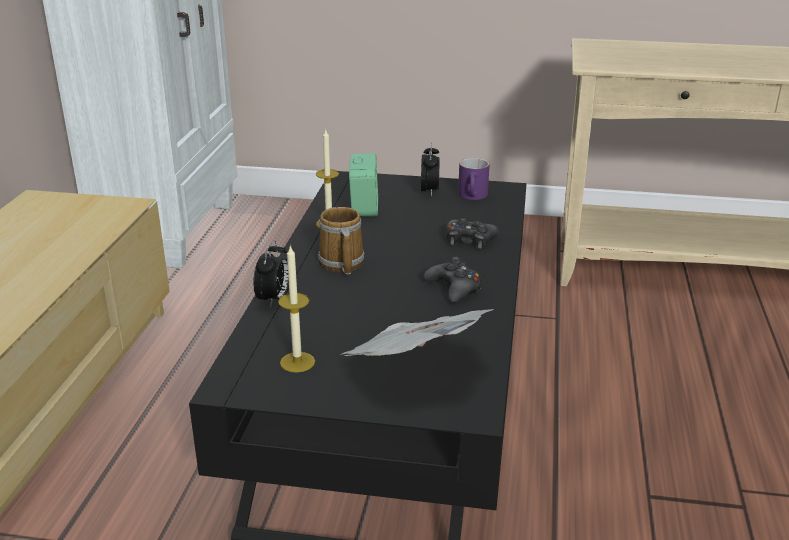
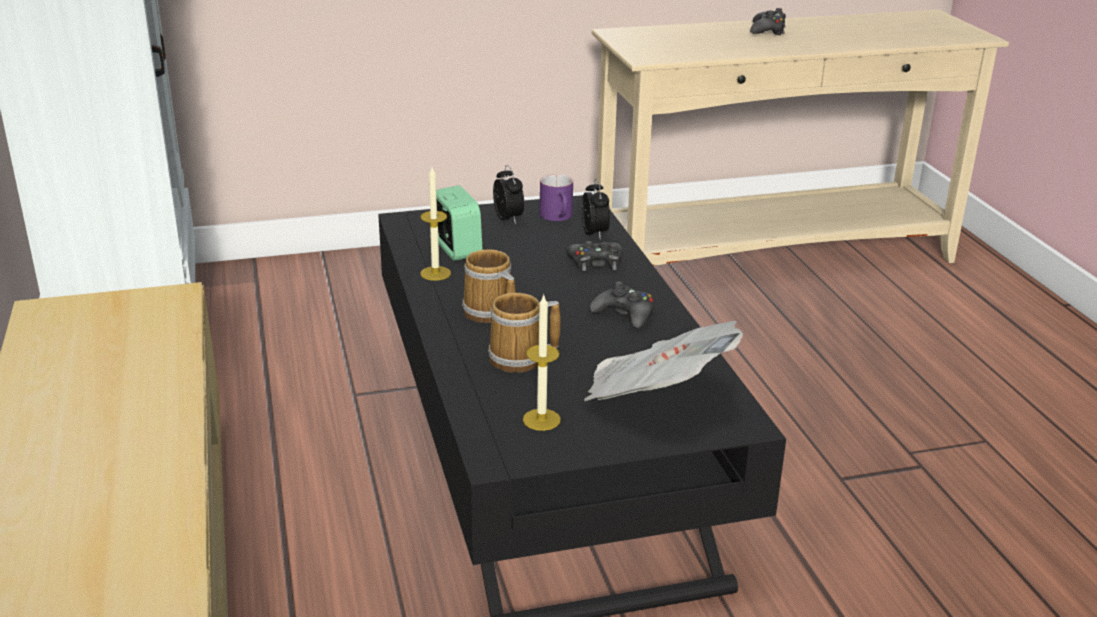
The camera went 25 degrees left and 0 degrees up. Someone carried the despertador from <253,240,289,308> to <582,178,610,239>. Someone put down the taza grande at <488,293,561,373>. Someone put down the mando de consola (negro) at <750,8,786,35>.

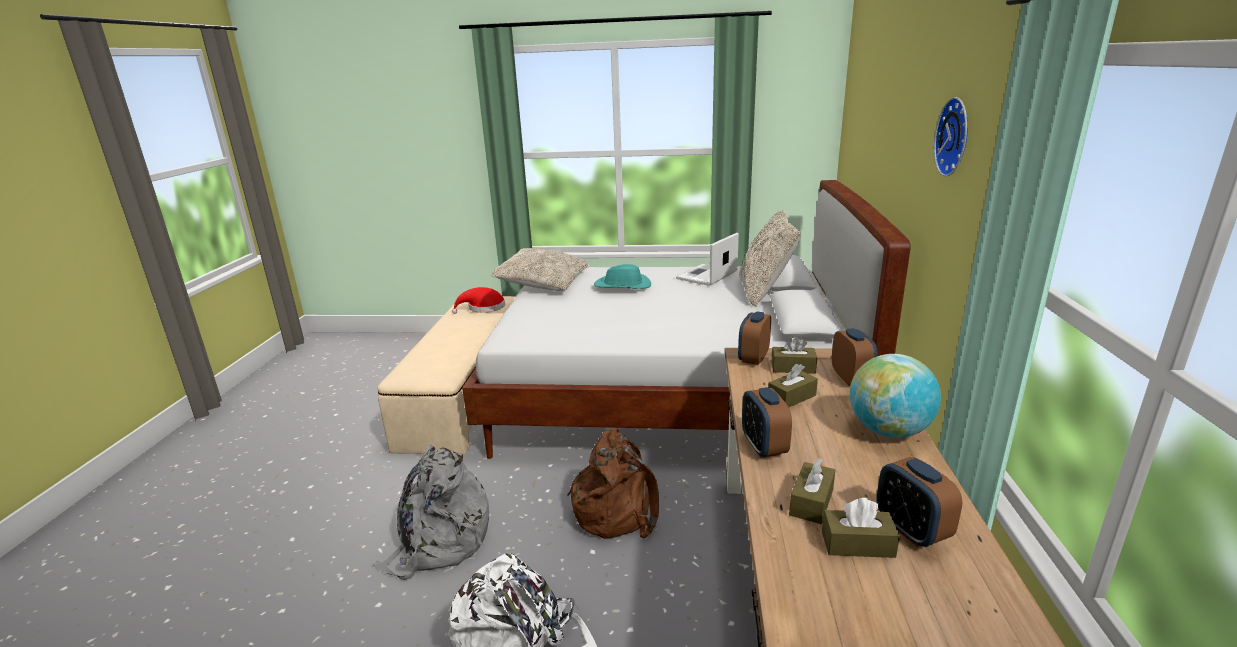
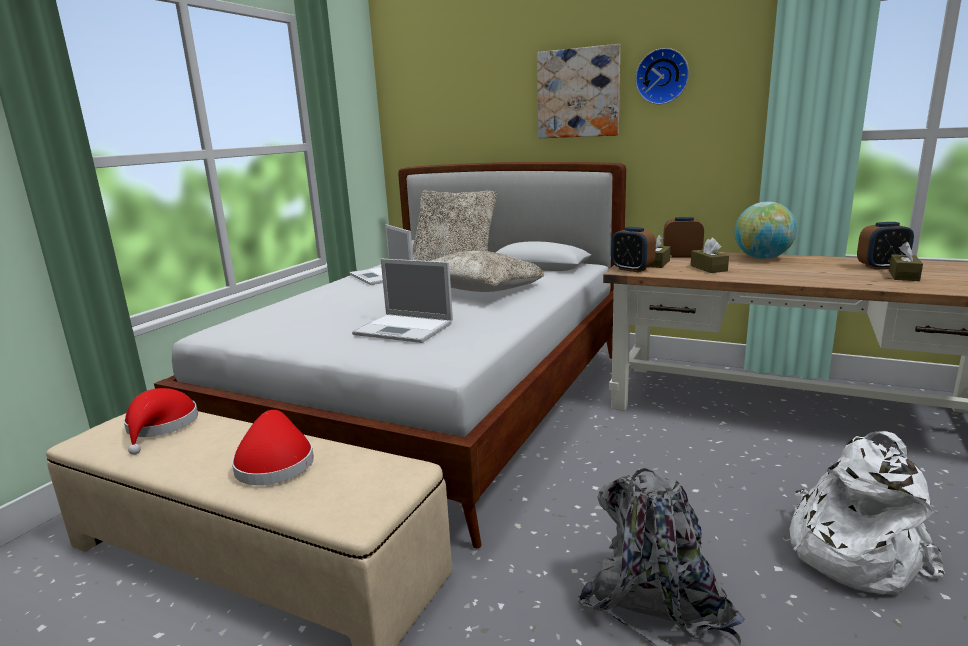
The camera went 70 degrees left and 5 degrees down. Someone carried the cojín (beis) from <492,248,590,291> to <430,251,544,292>. Someone took away the mochila (marrón) at <567,428,659,539>. Someone took away the sombrero (turquesa) at <594,264,651,289>. Someone took away the despertador at <742,387,792,458>. Someone took away the caja de pañuelos (marrón) at <789,458,835,524>. Someone put down the sombrero (rojo) at <232,410,314,485>. Someone put down the portátil at <352,259,453,343>. Someone put up the cuadro at <537,44,621,138>.

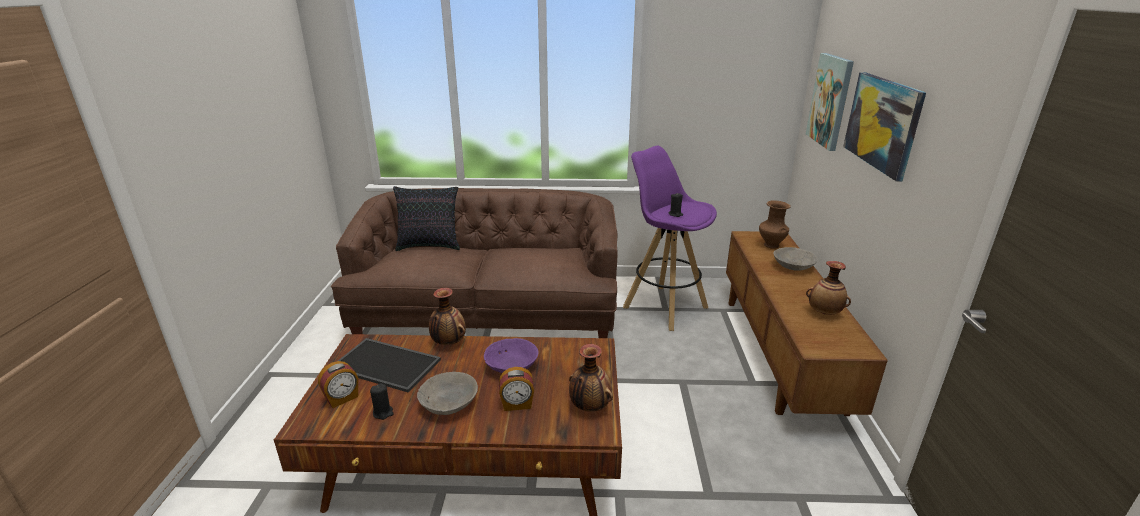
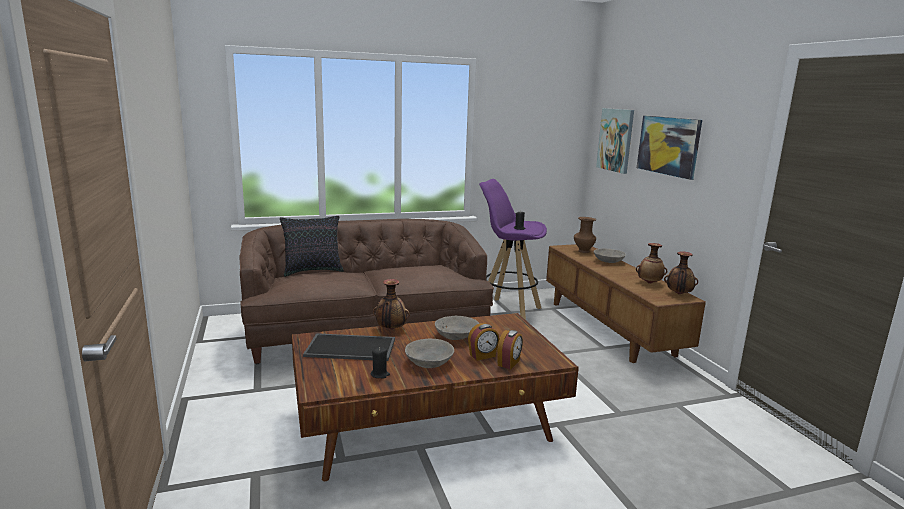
The camera went 20 degrees left and 10 degrees down. Someone carried the despertador from <318,361,358,408> to <497,330,523,369>. Someone repainted the cuenco (morado) at <484,338,539,373>, which became the cuenco (gris) at <435,316,479,340>. Someone carried the florero from <569,344,613,412> to <664,251,698,294>.

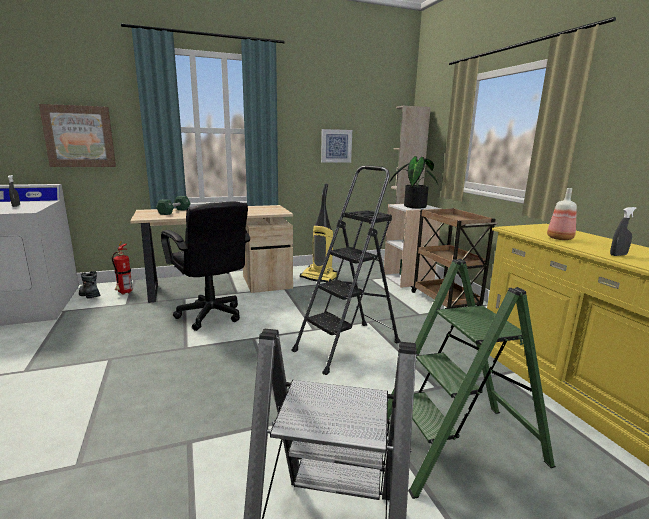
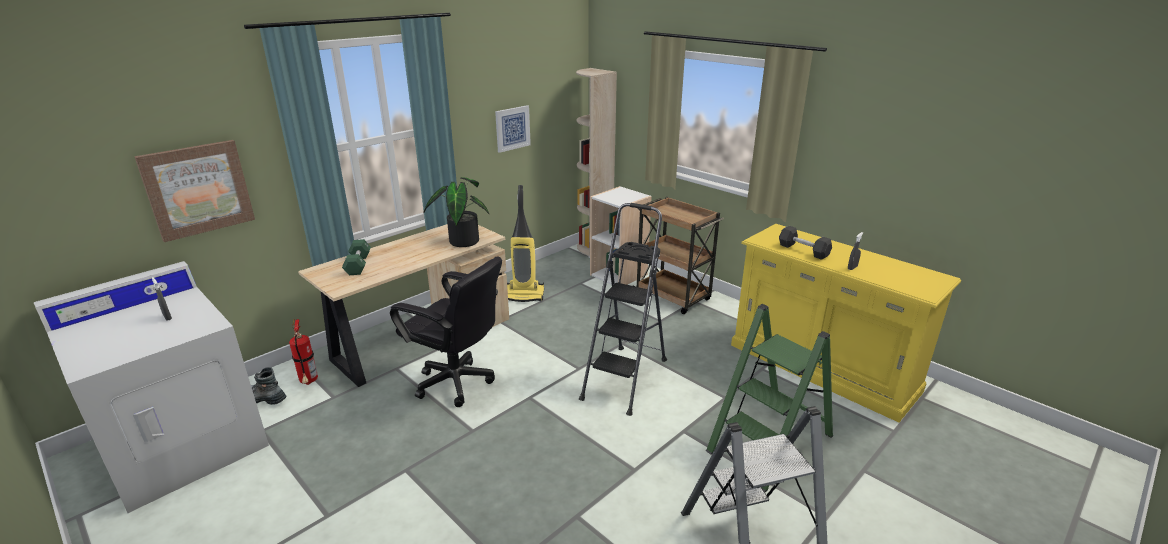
The camera went 25 degrees left and 10 degrees up. Someone carried the planta en maceta from <389,156,439,208> to <423,177,490,247>. Someone swapped the botella at <547,188,577,240> for the mancuerna (gris) at <779,226,832,260>.

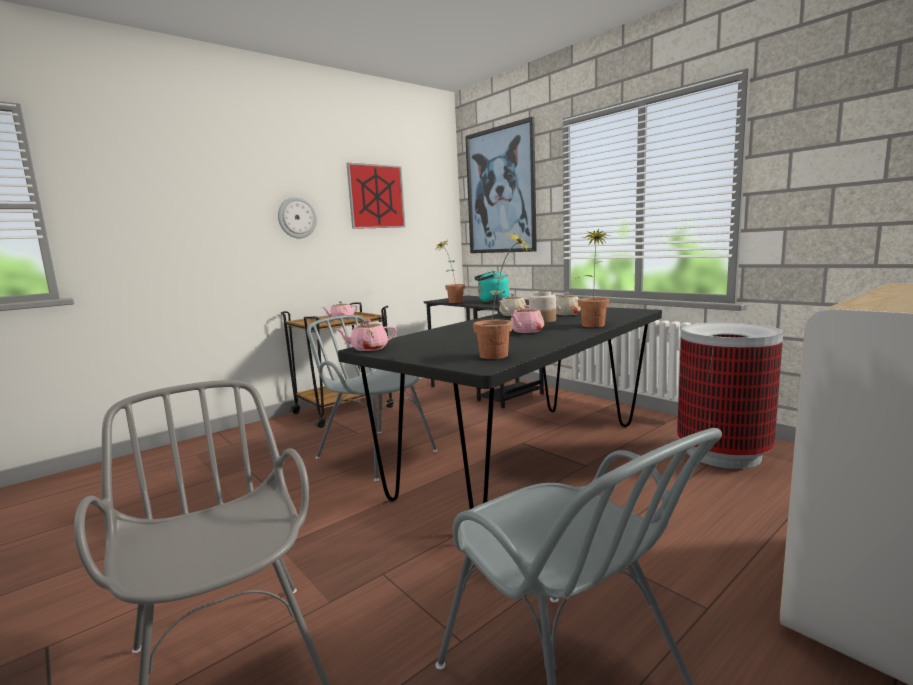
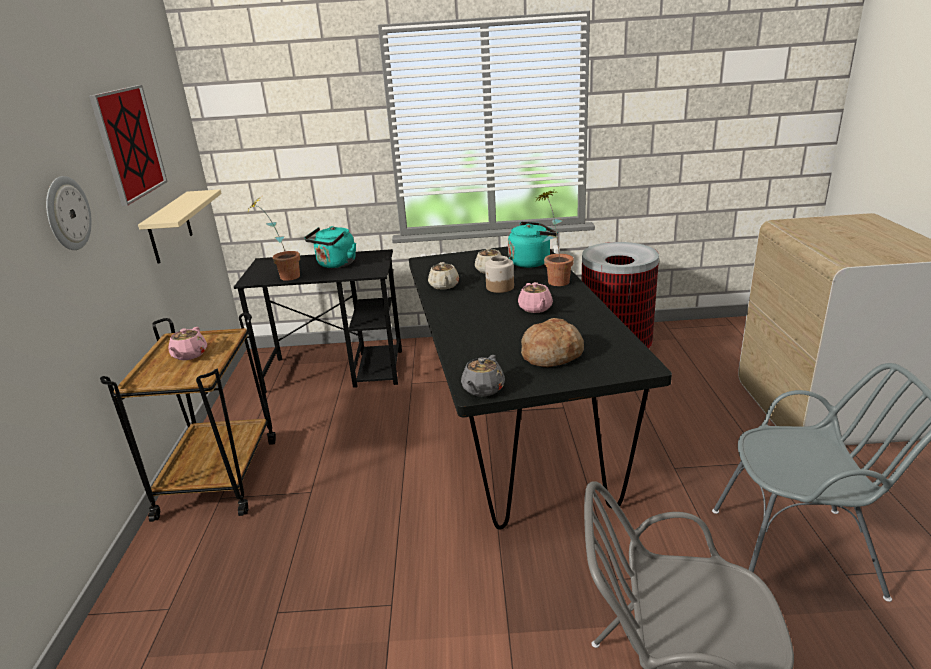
The camera went 50 degrees left and 15 degrees up. Someone took away the silla (gris) at <307,315,438,482>. Someone repainted the tetera (rosa) at <336,320,397,351>, which became the tetera (gris) at <461,355,505,397>. Someone took away the cuadro at <465,117,537,253>. Someone took away the planta en maceta at <473,231,533,359>. Someone put up the estante (beis) at <138,189,222,264>. Someone put down the hervidor (turquesa) at <508,222,558,268>. Someone put down the pan at <521,318,584,367>.

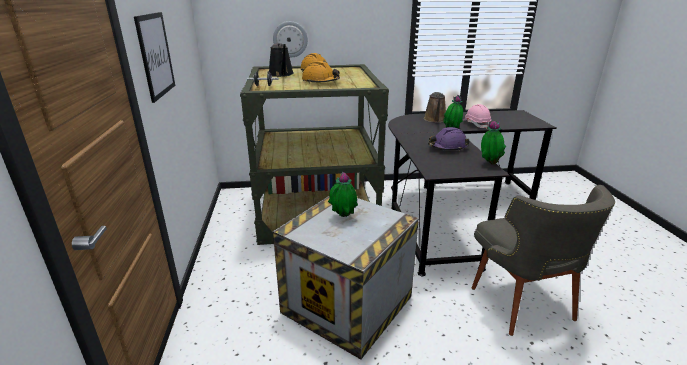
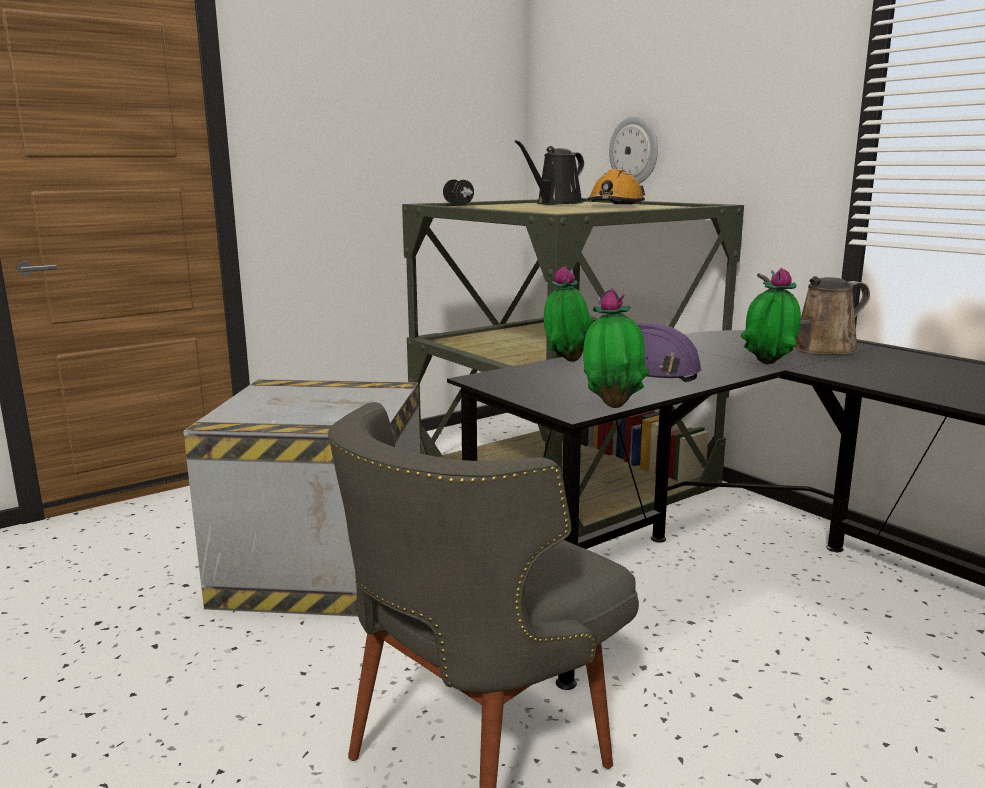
The camera went 60 degrees right and 10 degrees down. Someone took away the cuadro at <134,12,175,103>. Someone took away the casco (naranja) at <302,61,340,83>. Someone carried the planta en maceta from <328,172,358,217> to <544,266,593,362>. Someone took away the casco (rosa) at <463,104,491,129>.

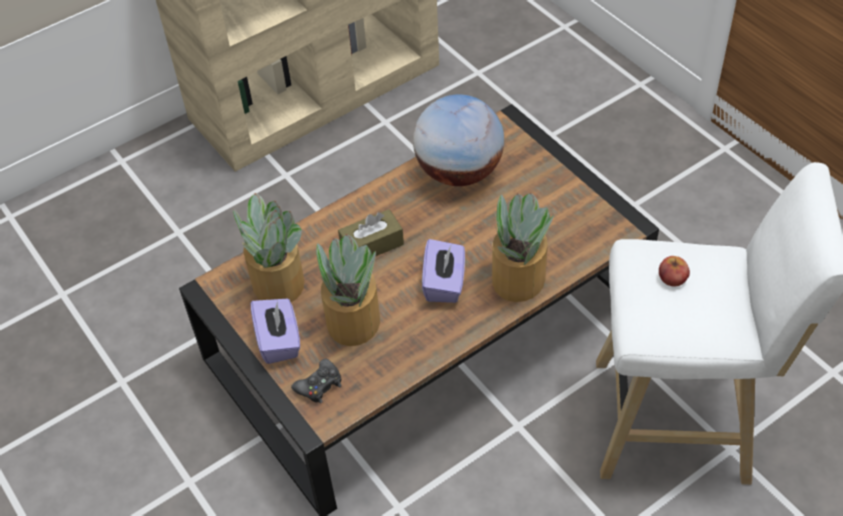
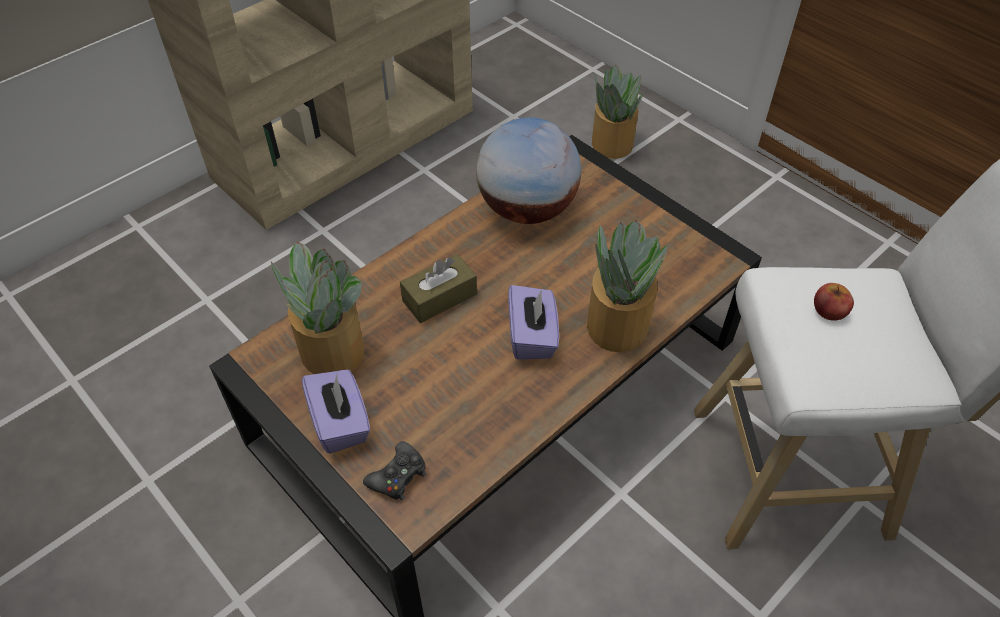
The camera went 10 degrees left and 0 degrees up. Someone carried the planta en maceta from <316,234,380,346> to <592,65,643,159>.

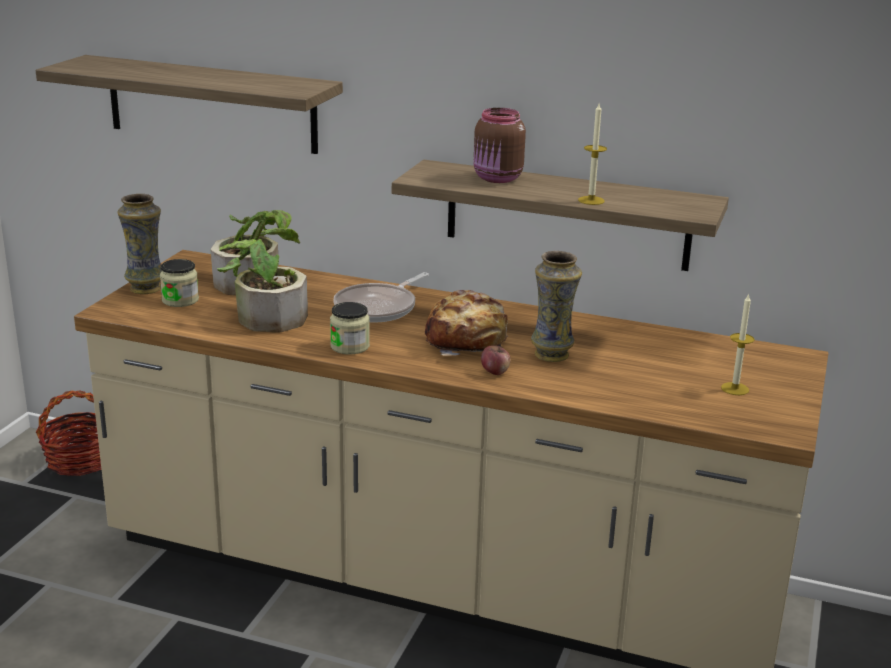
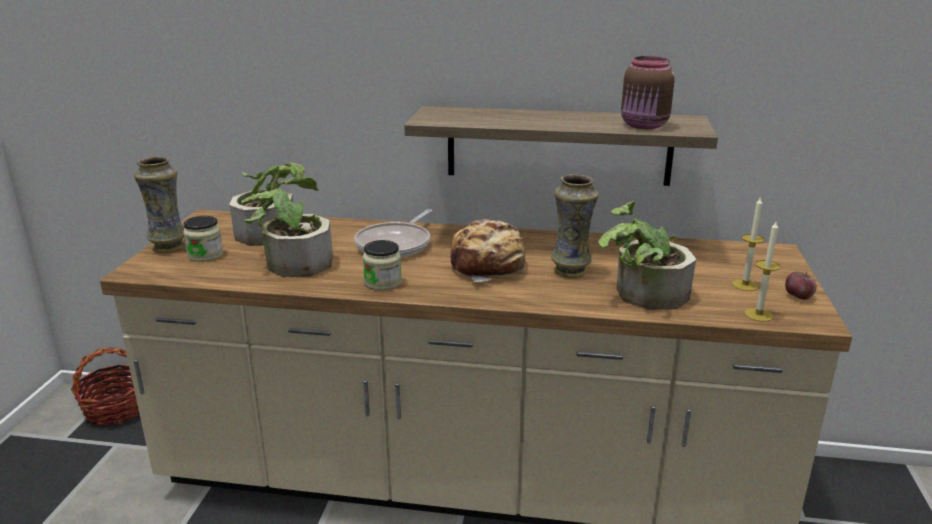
The camera went 10 degrees left and 0 degrees up. Someone took away the estante at <36,55,343,154>. Someone carried the tarro (marrón) from <474,108,526,183> to <621,56,675,129>. Someone carried the manzana from <481,345,511,375> to <785,272,817,300>. Someone carried the vela from <578,104,607,205> to <745,222,781,322>. Someone put down the planta en maceta at <598,201,696,310>.

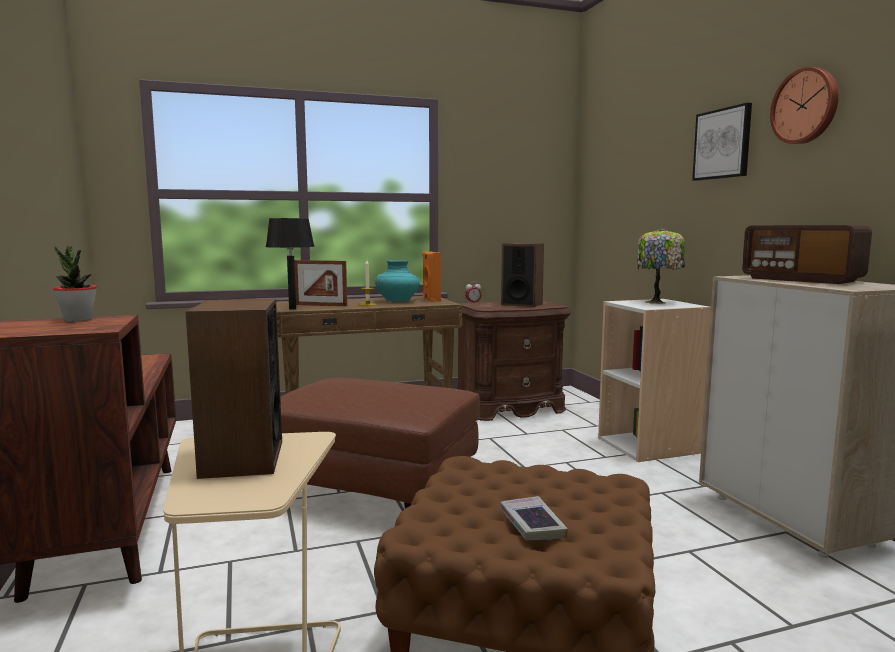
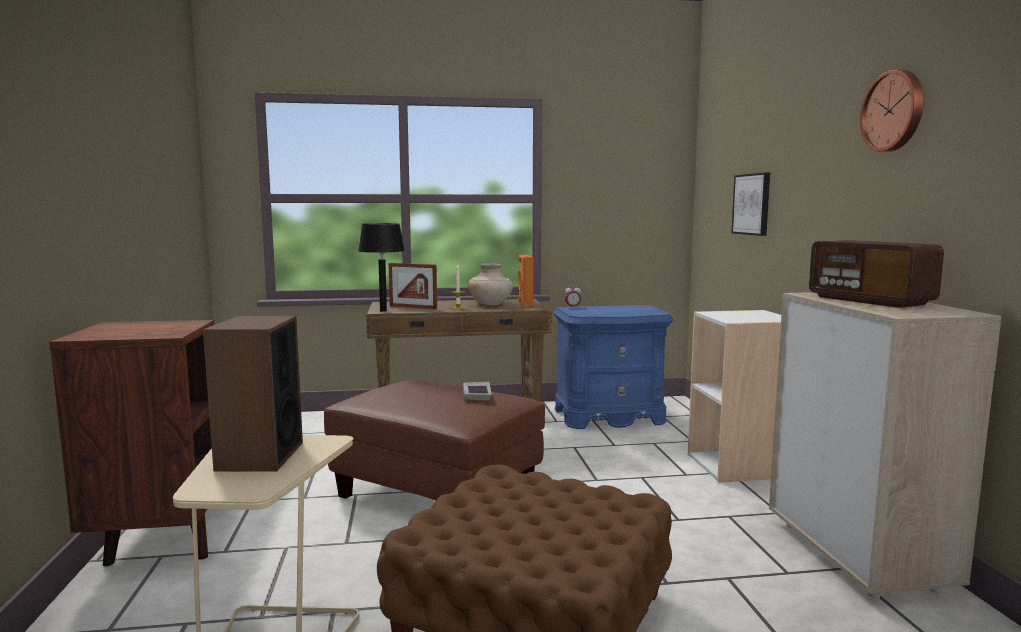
The camera went 10 degrees right and 0 degrees up. Someone took away the planta en maceta at <53,246,97,322>. Someone repainted the florero (turquesa) at <375,260,420,302>, which became the florero (beis) at <468,263,513,305>. Someone repainted the mesita de noche (marrón) at <457,300,572,421>, which became the mesita de noche (azul) at <553,305,674,429>. Someone carried the libro from <500,496,568,540> to <463,382,492,401>. Someone took away the altavoz at <501,243,544,307>. Someone took away the lámpara de mesa at <637,229,685,304>. Someone carried the cuadro from <692,103,752,181> to <731,173,770,236>.

